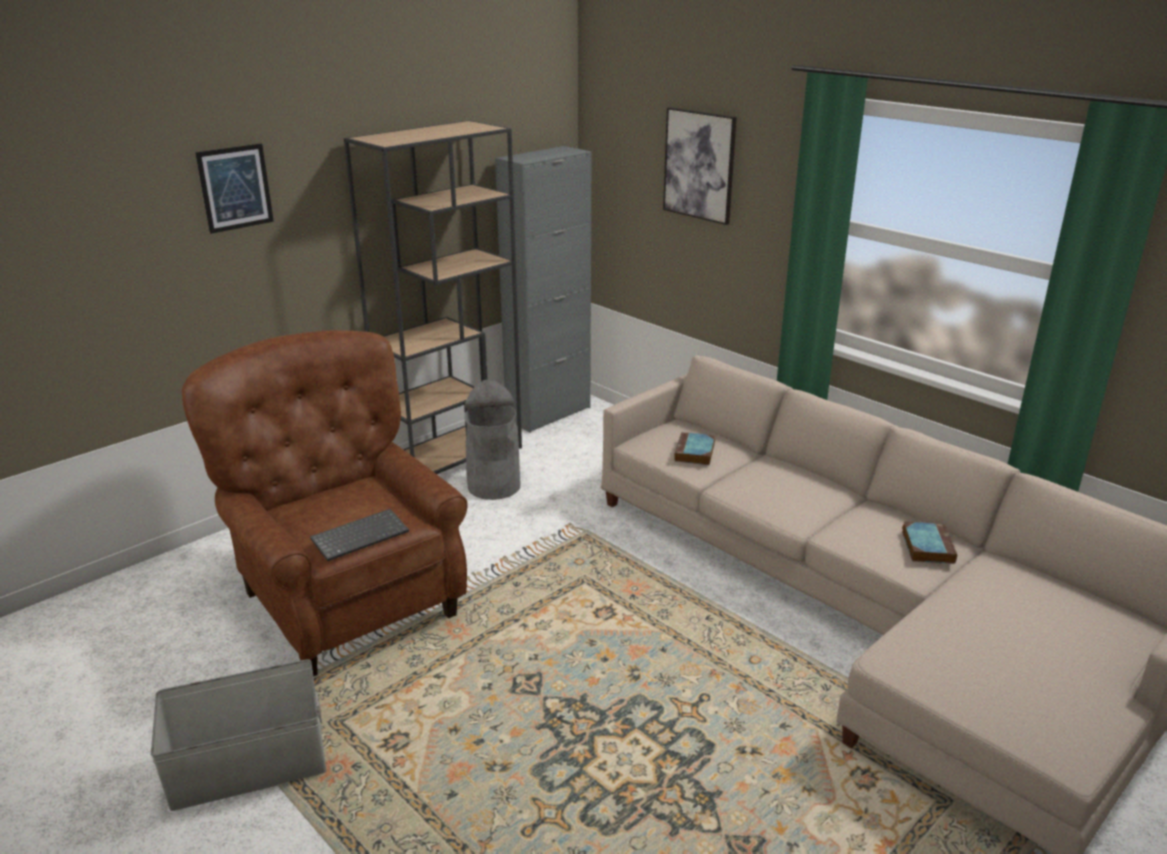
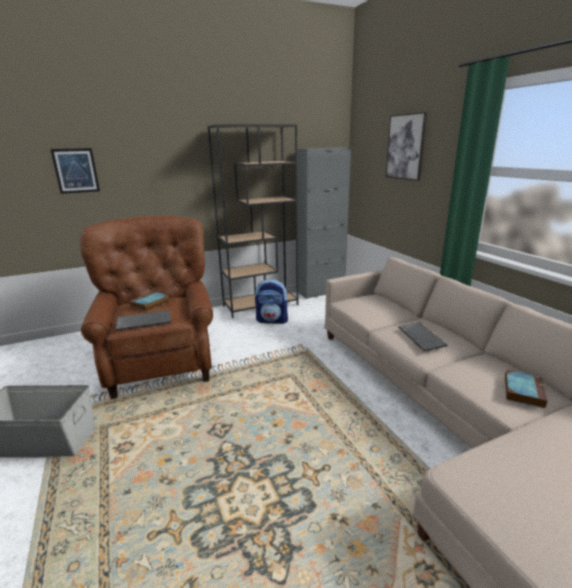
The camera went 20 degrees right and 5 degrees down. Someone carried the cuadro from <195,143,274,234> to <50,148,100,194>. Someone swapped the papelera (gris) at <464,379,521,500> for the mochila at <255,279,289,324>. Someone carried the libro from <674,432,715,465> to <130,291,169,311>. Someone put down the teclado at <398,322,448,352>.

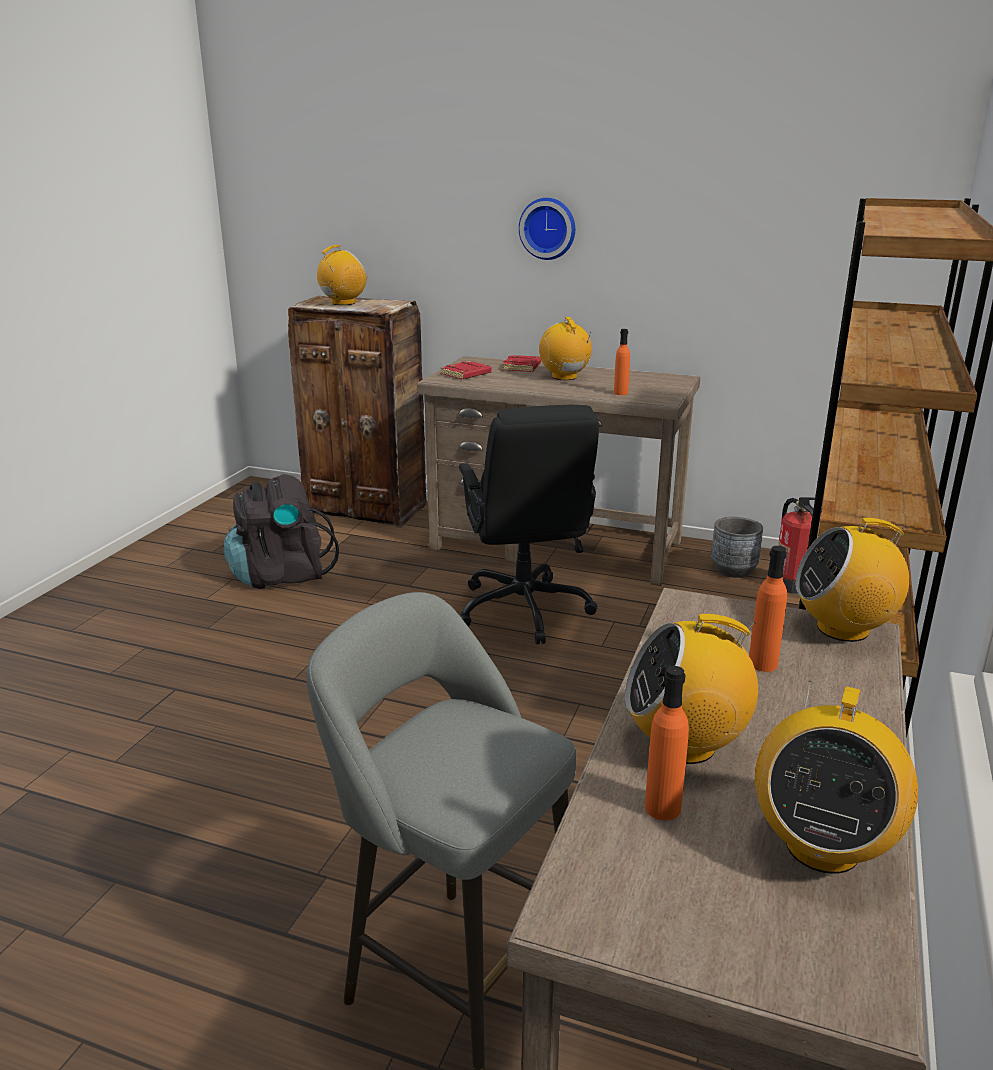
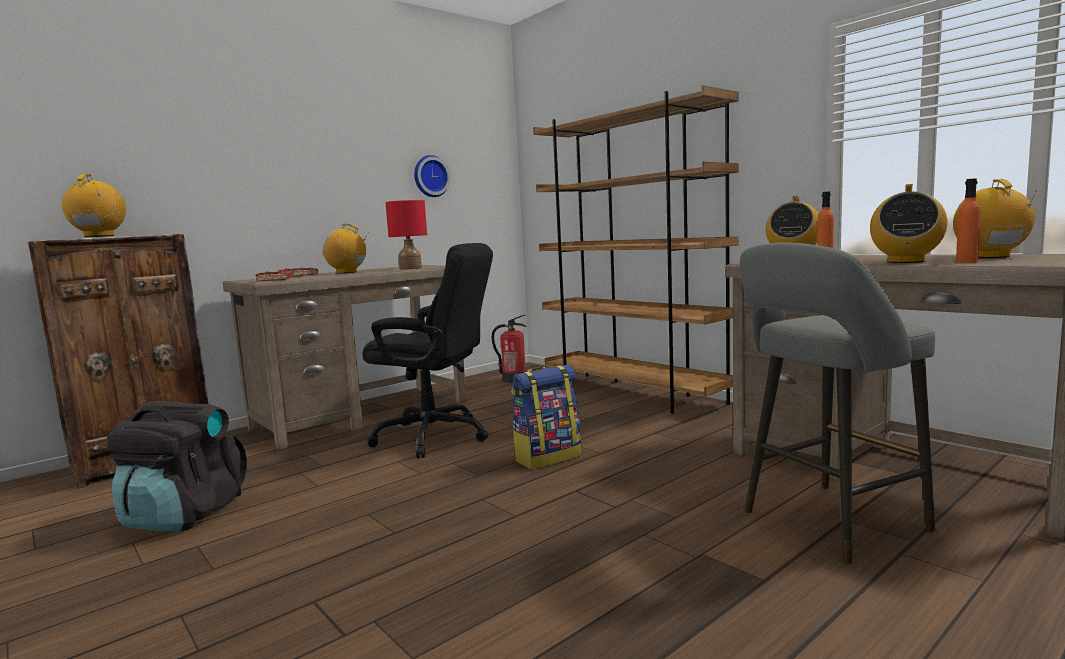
The camera went 60 degrees left and 15 degrees down. Someone carried the reloj de pared from <519,198,575,260> to <414,155,450,197>. Someone swapped the botella (naranja) at <614,329,630,395> for the lámpara de mesa (rojo) at <385,200,427,270>. Someone took away the maceta (gris) at <711,517,763,578>. Someone rotated the radio at <755,681,918,874> by 135 degrees counterclockwise. Someone put down the mochila at <511,365,582,469>.

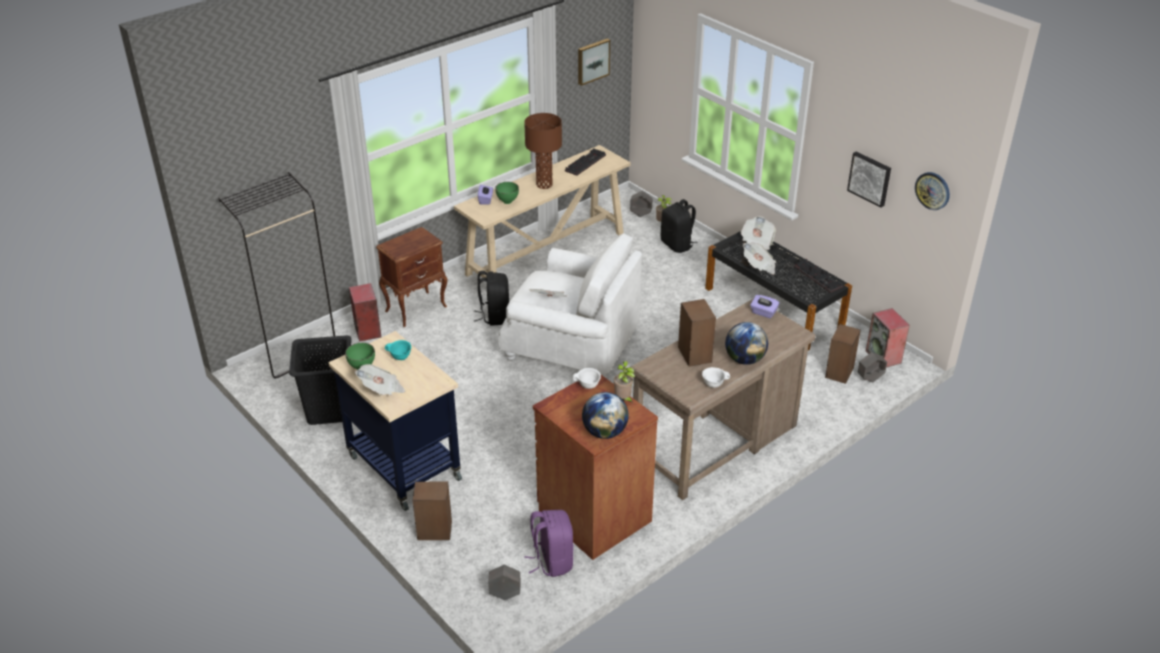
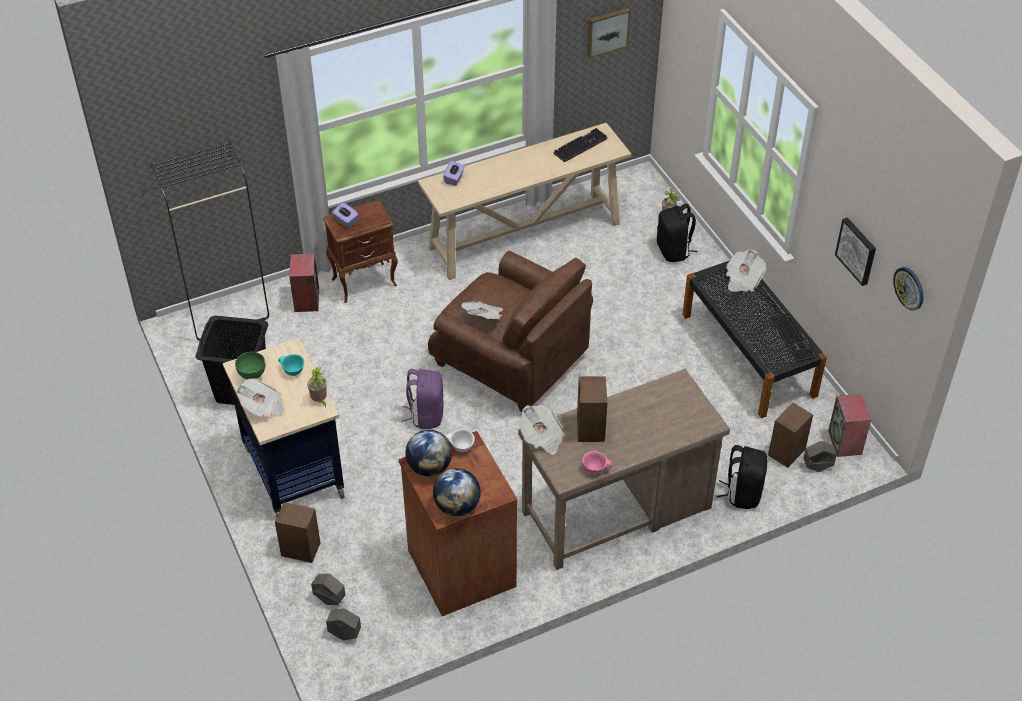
The camera went 15 degrees right and 10 degrees up. Someone carried the mochila (negro) from <474,271,509,326> to <717,445,767,509>. Someone took away the cuenco (verde) at <495,182,519,204>. Someone repainted the sillón (blanco) at <499,233,642,377>, which became the sillón (marrón) at <428,251,593,412>. Someone took away the lámpara de mesa (marrón) at <524,113,562,189>. Someone carried the mochila (morado) from <524,510,574,577> to <402,369,444,429>. Someone carried the planta en maceta from <614,361,635,404> to <307,367,327,408>. Someone carried the maceta (gris) from <630,191,653,217> to <311,574,345,605>. Someone repainted the cuenco (blanco) at <702,367,730,388>, which became the cuenco (rosa) at <582,451,612,474>. Someone carried the globo terráqueo from <725,322,768,365> to <405,430,452,476>. Someone carried the periódico from <743,242,776,275> to <518,405,566,455>. Someone carried the caja de pañuelos (morado) from <750,295,780,318> to <332,203,359,228>.

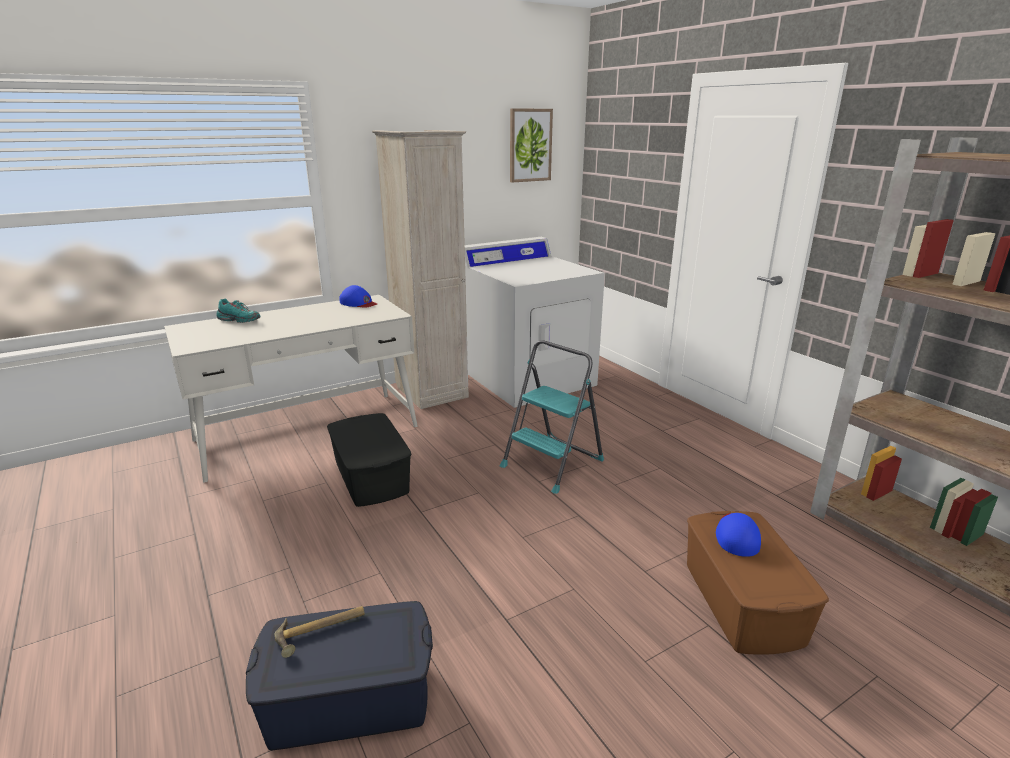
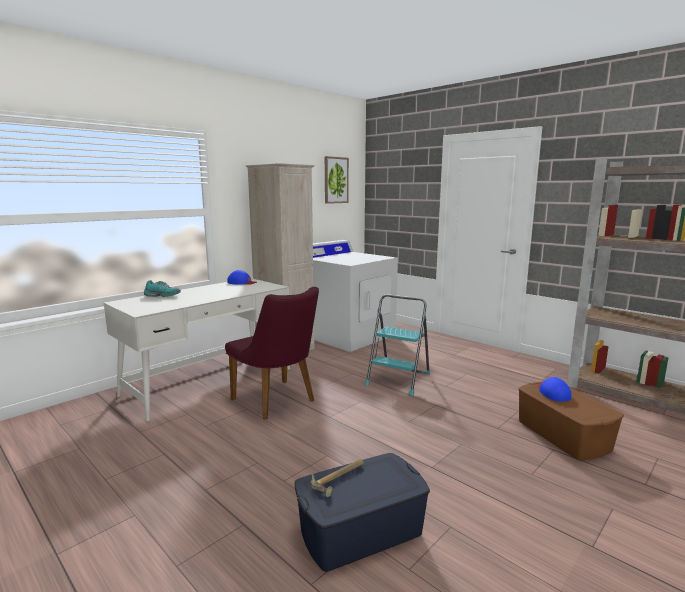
The camera went 15 degrees left and 10 degrees down. Someone swapped the caja de almacenaje (negro) at <327,413,412,507> for the silla (morado) at <225,287,319,419>.

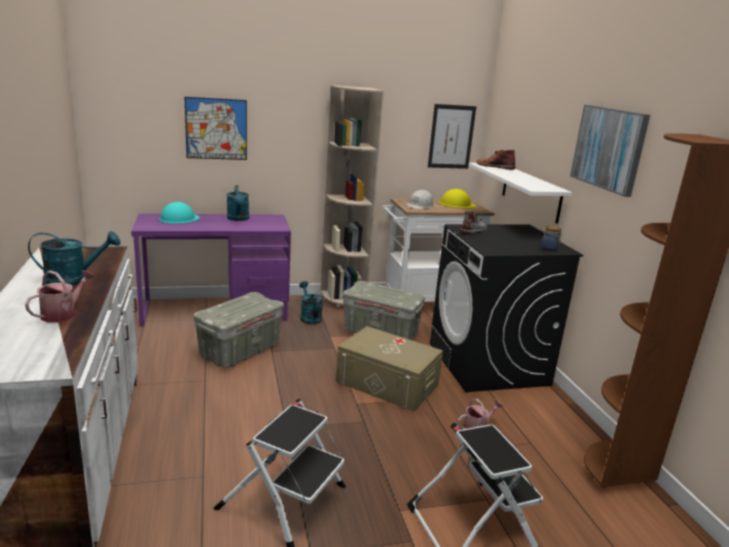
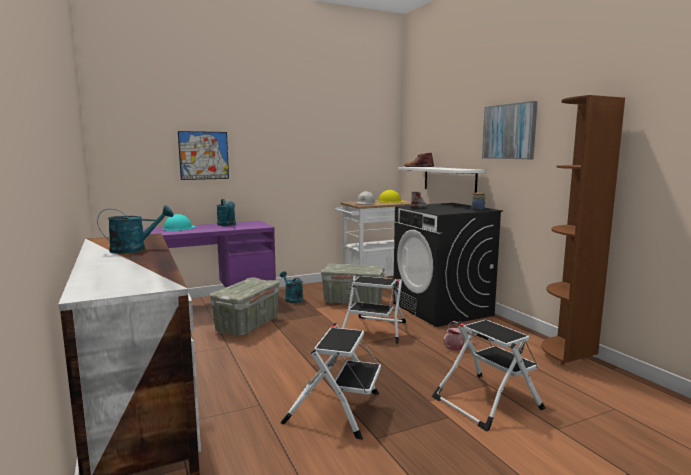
The camera went 10 degrees left and 10 degrees down. Someone took away the regadera at <25,270,95,322>. Someone took away the estantería (beis) at <321,85,384,307>. Someone swapped the caja de almacenaje (beis) at <336,326,443,411> for the escalera de tijera at <342,275,406,343>. Someone took away the cuadro at <428,104,476,169>.

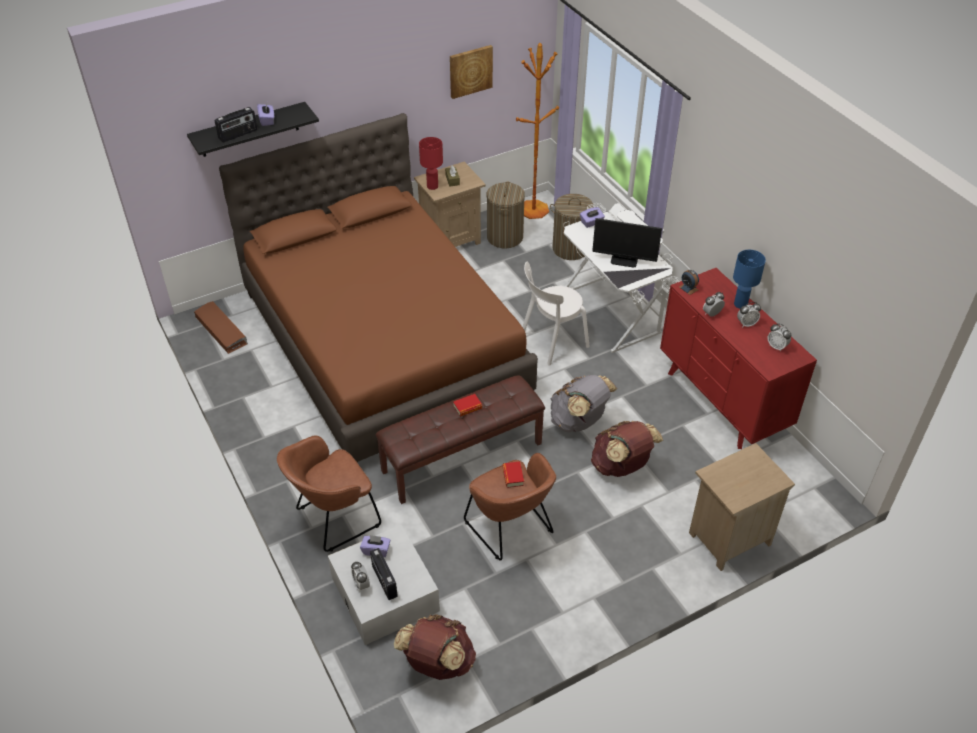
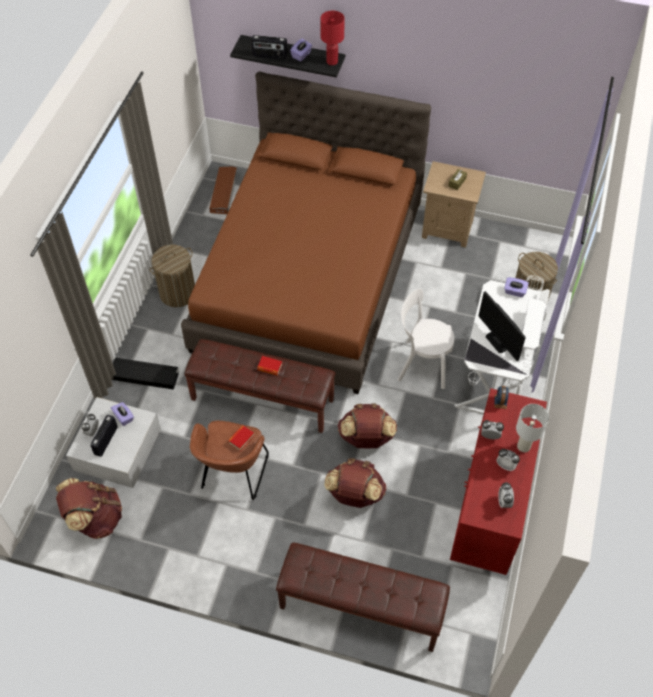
The camera went 45 degrees right and 10 degrees up. Someone swapped the sillón (marrón) at <277,436,381,552> for the caja de almacenaje (negro) at <112,358,179,390>. Someone carried the lámpara de mesa (rojo) from <419,137,443,190> to <320,10,345,65>. Someone took away the cuadro at <450,45,493,99>. Someone carried the cesto de la ropa from <487,182,525,248> to <149,245,195,307>. Someone took away the perchero (naranja) at <516,43,559,219>. Someone repainted the mochila (gris) at <550,375,617,432>, which became the mochila (marrón) at <338,403,397,449>. Someone swapped the mesita de noche (beis) at <689,443,795,571> for the banco (marrón) at <276,543,450,652>. Someone repainted the lámpara de mesa (azul) at <733,250,766,309>, which became the lámpara de mesa (blanco) at <516,404,549,452>.

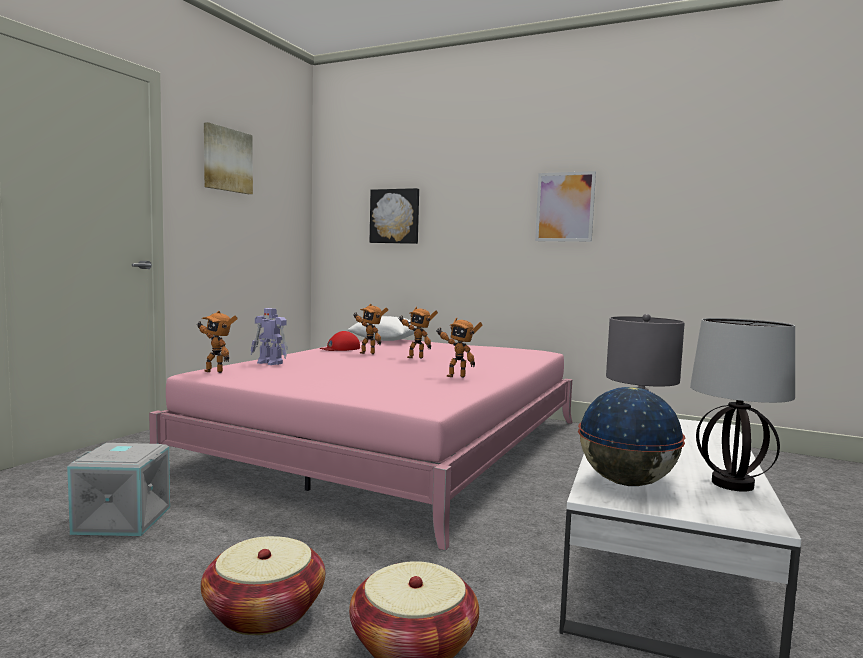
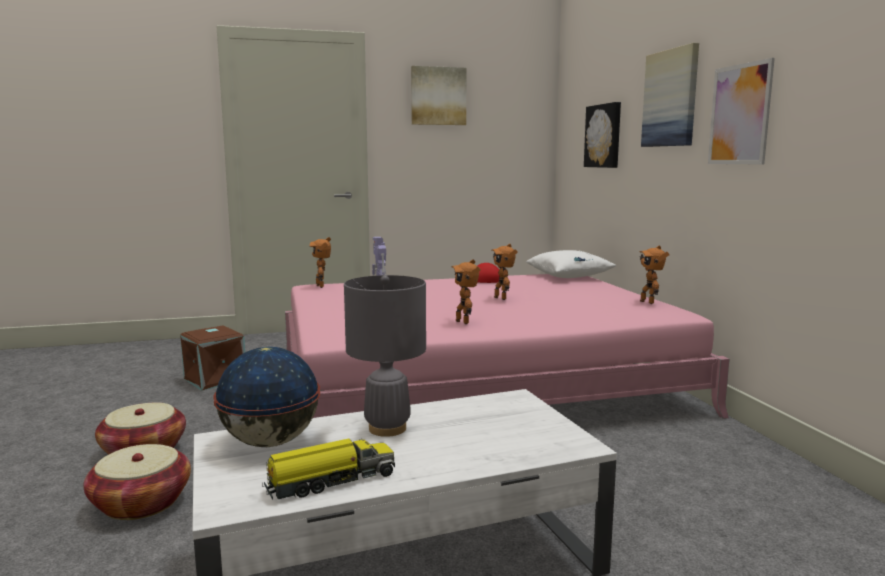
The camera went 50 degrees right and 5 degrees up. Someone repainted the caja de almacenaje (gris) at <67,443,170,536>, which became the caja de almacenaje (marrón) at <180,326,245,391>. Someone carried the robot de juguete from <354,304,388,354> to <640,245,669,304>. Someone swapped the lámpara de mesa at <690,318,795,492> for the camión de juguete at <262,438,395,499>. Someone put up the cuadro at <641,43,699,147>.

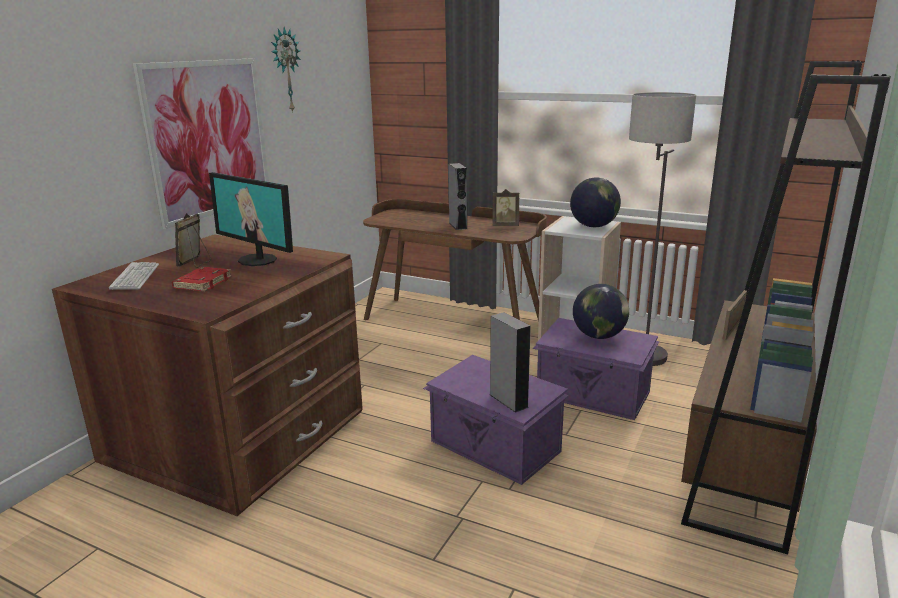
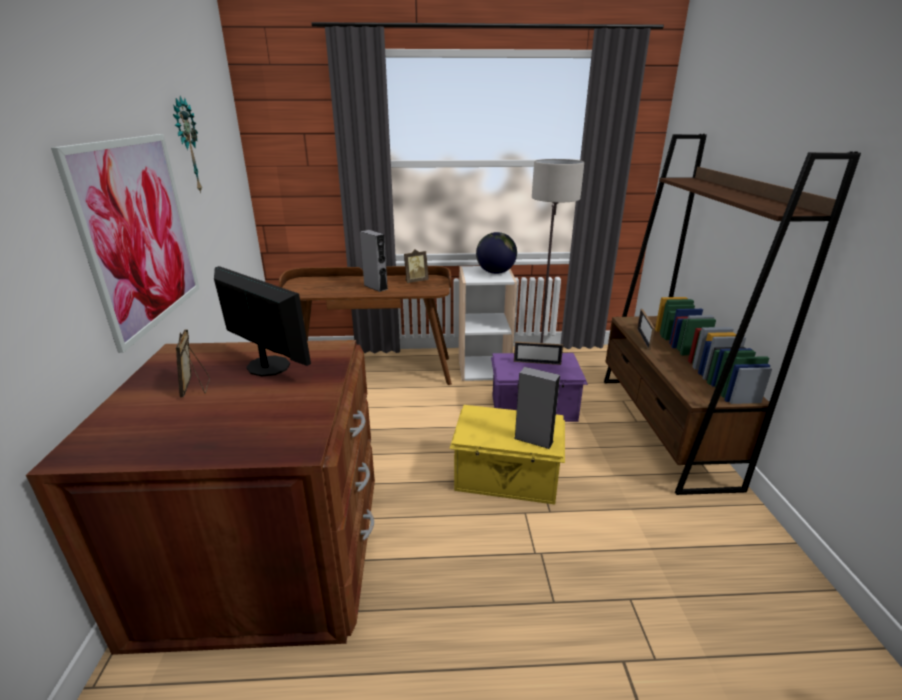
The camera went 30 degrees left and 5 degrees up. Someone took away the teclado at <109,262,159,290>. Someone took away the libro (rojo) at <172,267,232,291>. Someone rotated the monitor at <209,172,293,266> by 150 degrees counterclockwise. Someone repainted the caja de almacenaje (morado) at <423,355,569,485>, which became the caja de almacenaje (amarillo) at <449,405,565,505>. Someone swapped the globo terráqueo at <573,284,629,339> for the portarretratos at <514,341,563,365>.

